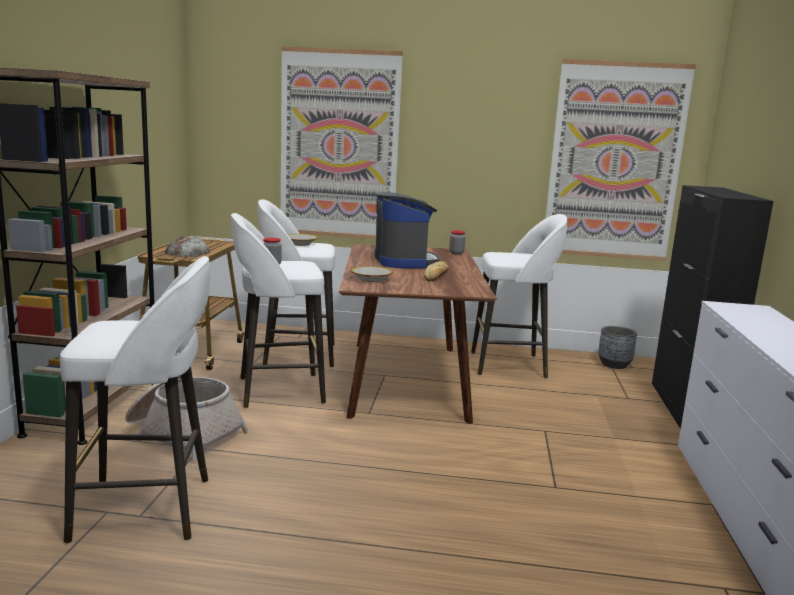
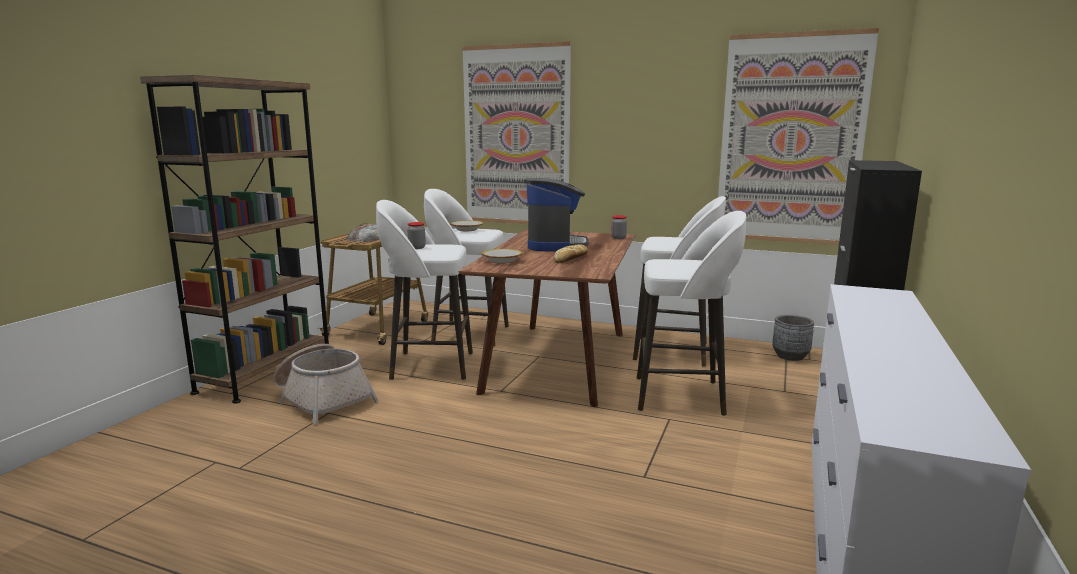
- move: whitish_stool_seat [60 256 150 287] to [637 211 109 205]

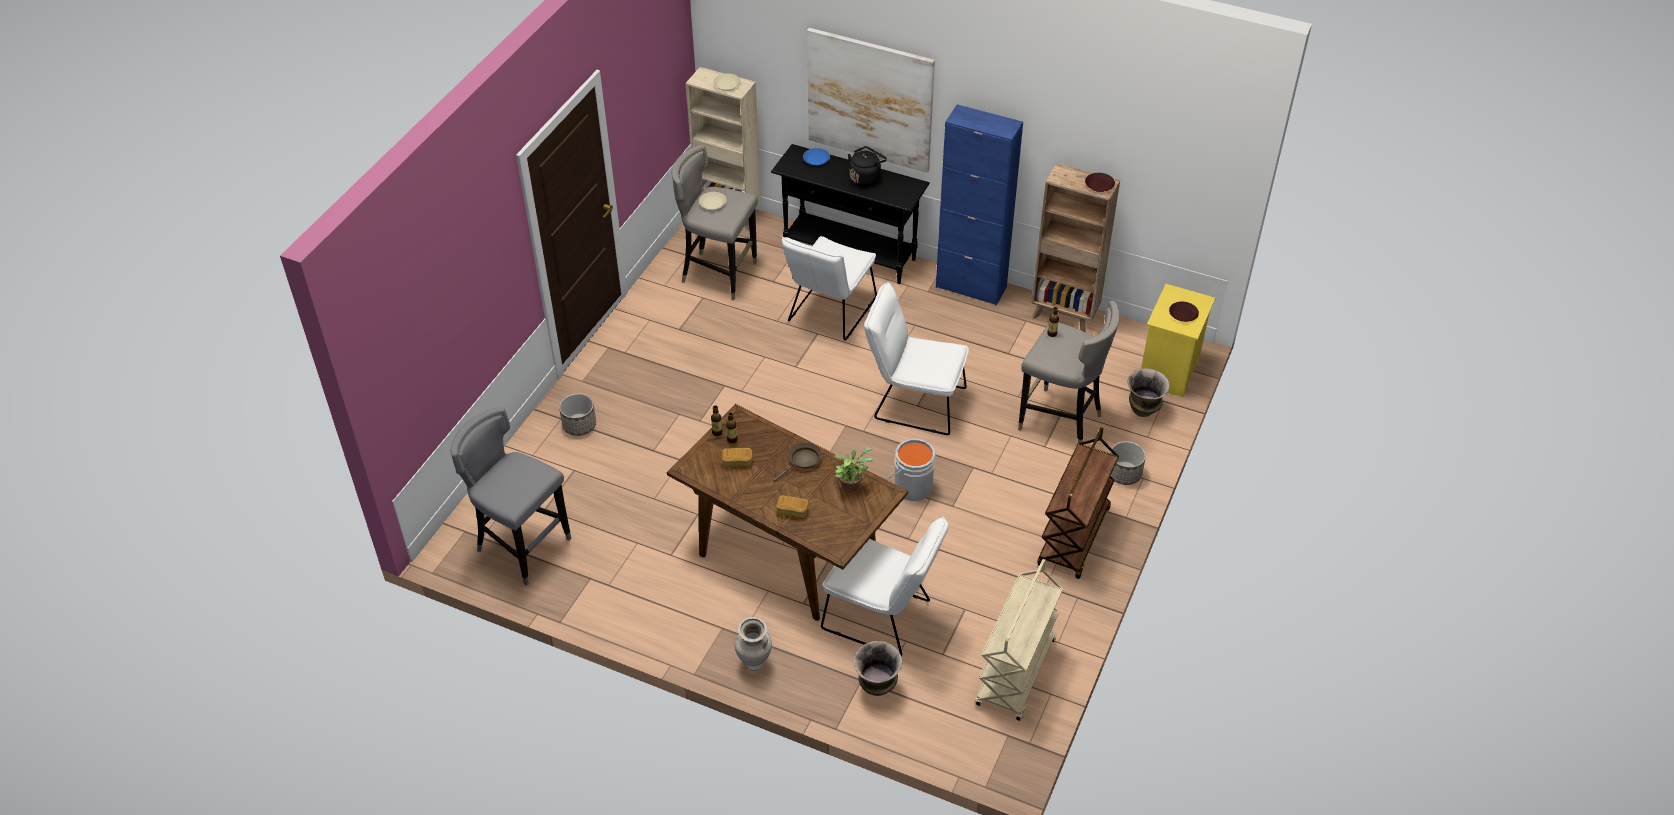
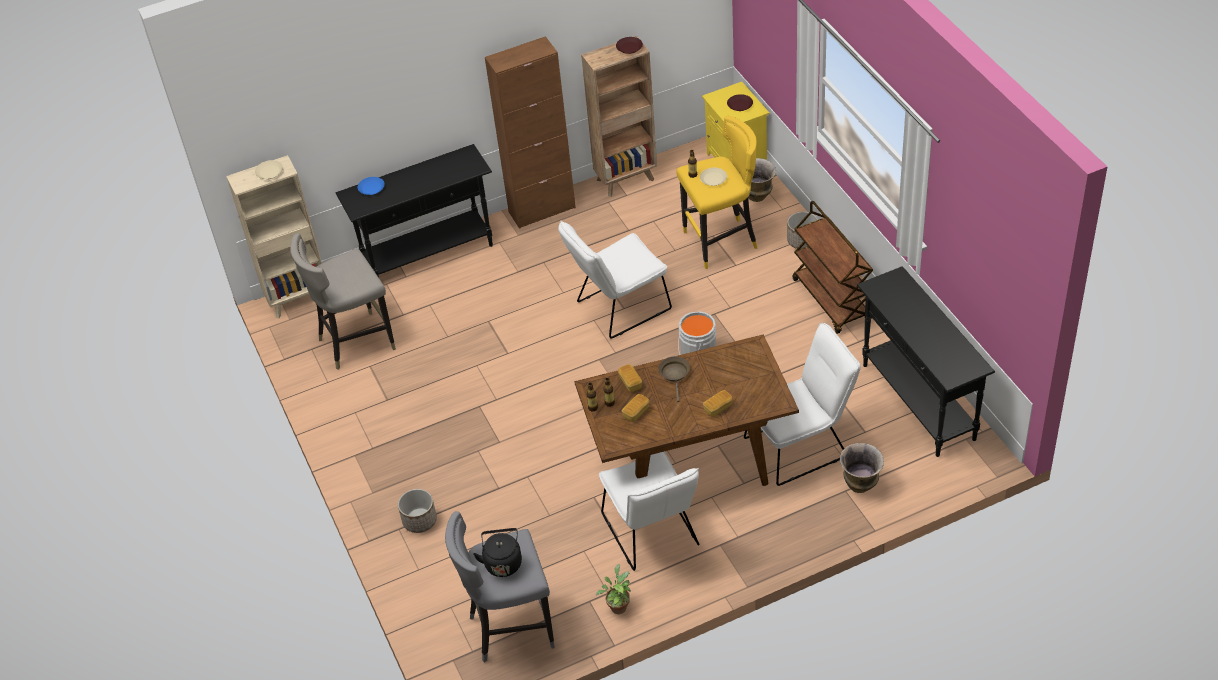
- move: beige-coloured_dinner_plate [699 192 28 18] to [700 168 27 18]
- delete: beige-coloured_vase [735 617 37 54]
- move: whitish_chair [781 236 96 105] to [599 452 101 119]
- delete: wall_art [807 28 128 145]
- move: plant_in_a_pot [834 447 39 46] to [596 564 35 50]
- move: black-coloured_tea_kettle [848 146 39 41] to [473 528 49 49]
- recolor: blue_cabinet [936 104 87 202] to brown_cabinet [485 36 91 193]
- replace: beige-coloured_cart [976 559 87 162] to black-coloured_console_table [857 266 138 191]
- recolor: greyish_stool_seat [1018 300 102 143] to yellow_stool_seat [676 115 81 154]
- insert: bread [618 364 24 28]

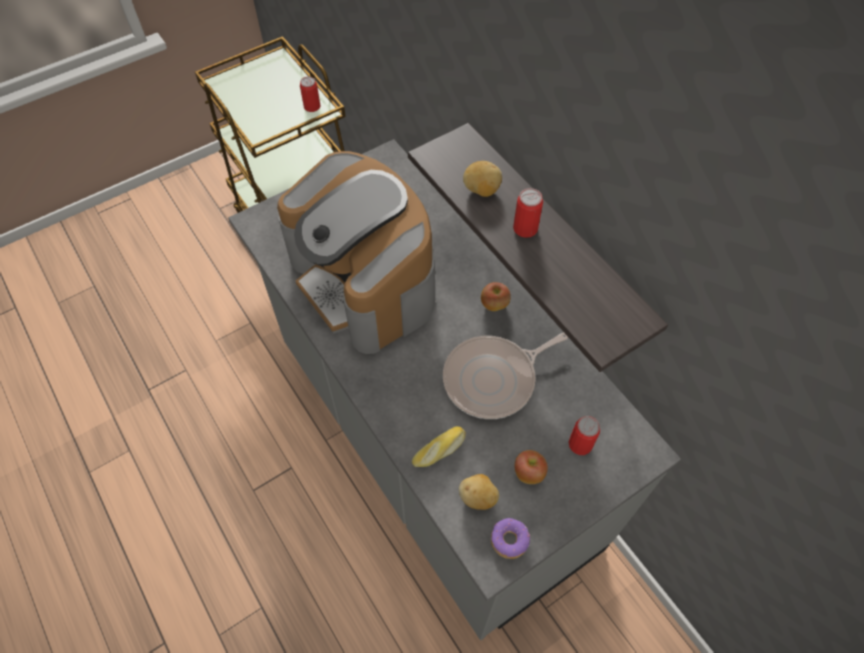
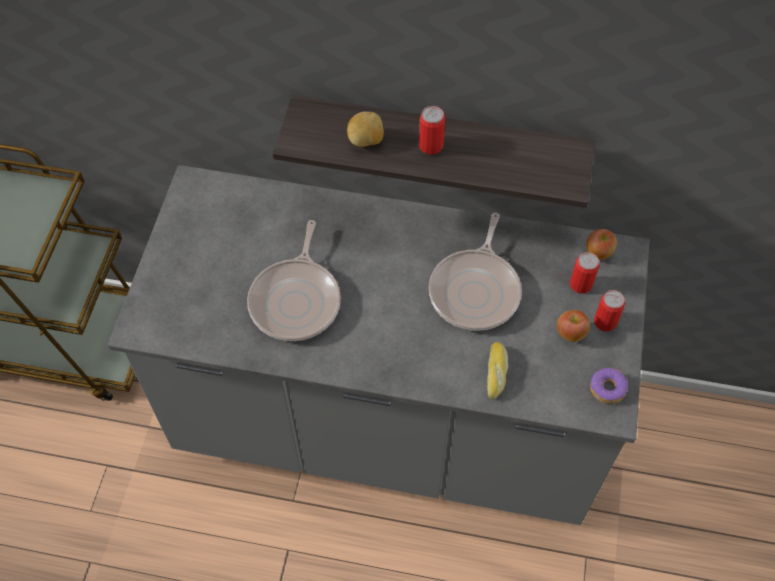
- replace: coffee_brewer [277 151 158 203] to pan [247 220 94 121]
- move: metal_can [300 76 20 36] to [594 290 31 41]
- delete: whole_potato [459 474 40 36]
- move: whole_apple [481 282 30 29] to [586 229 31 31]

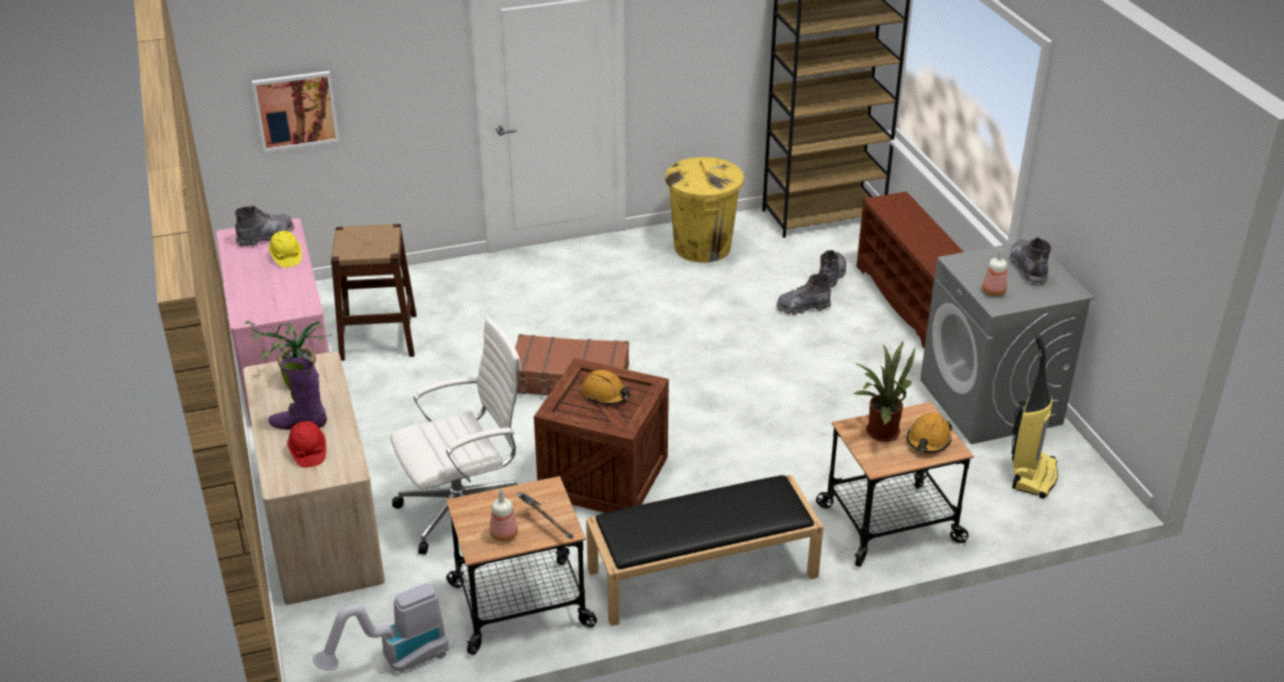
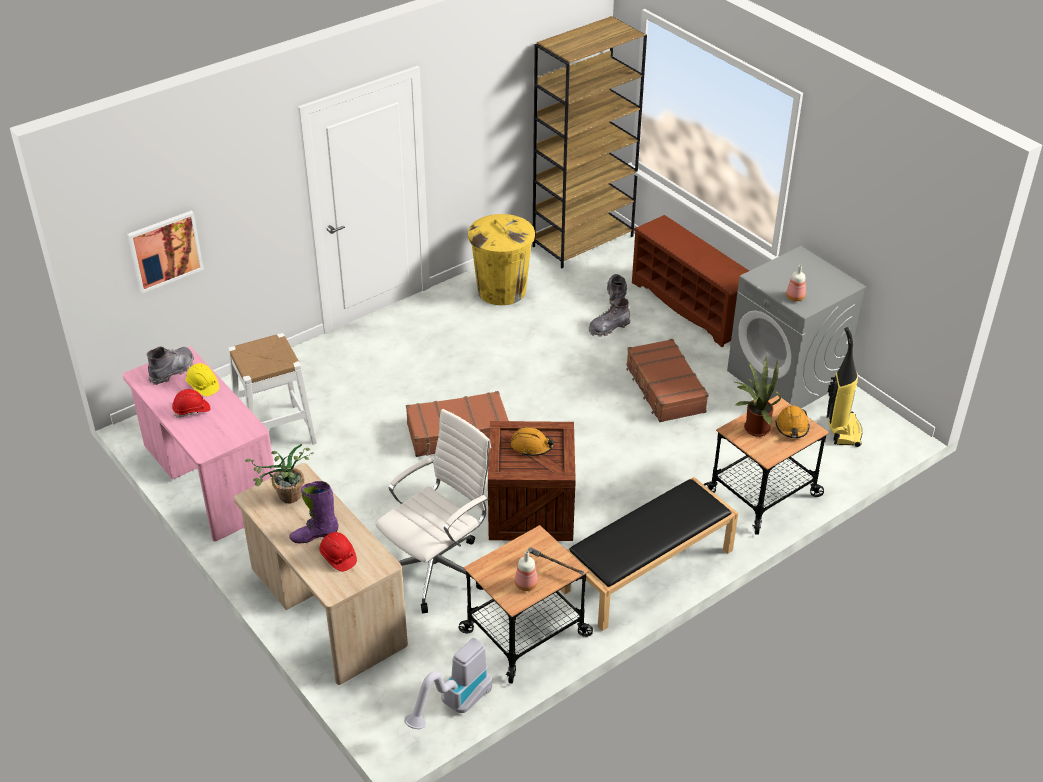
- recolor: brown_stool_seat [331 224 86 137] to whitish_stool_seat [228 333 89 112]
- delete: greyish_high-top_boot [1010 237 41 48]
- insert: reddish_work_helmet [172 389 38 29]
- insert: brown_piece_of_luggage [626 339 83 83]

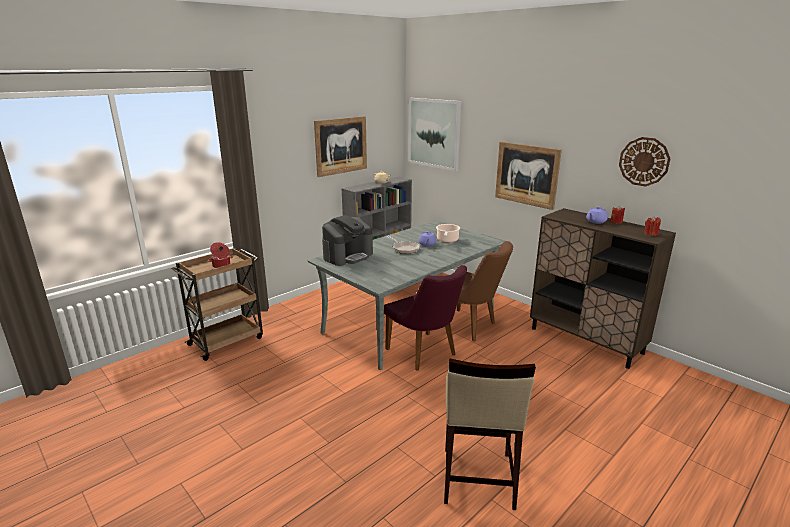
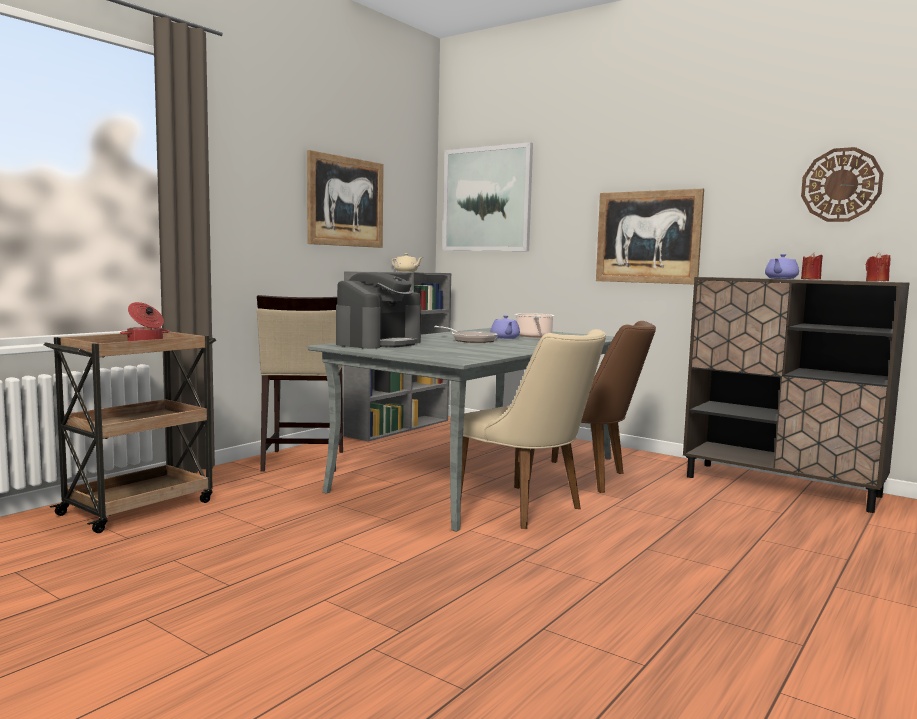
- recolor: purple_chair [384 265 83 106] to beige-coloured_chair [461 329 145 200]
- move: beige-coloured_stool_seat [444 358 92 152] to [257 295 86 177]

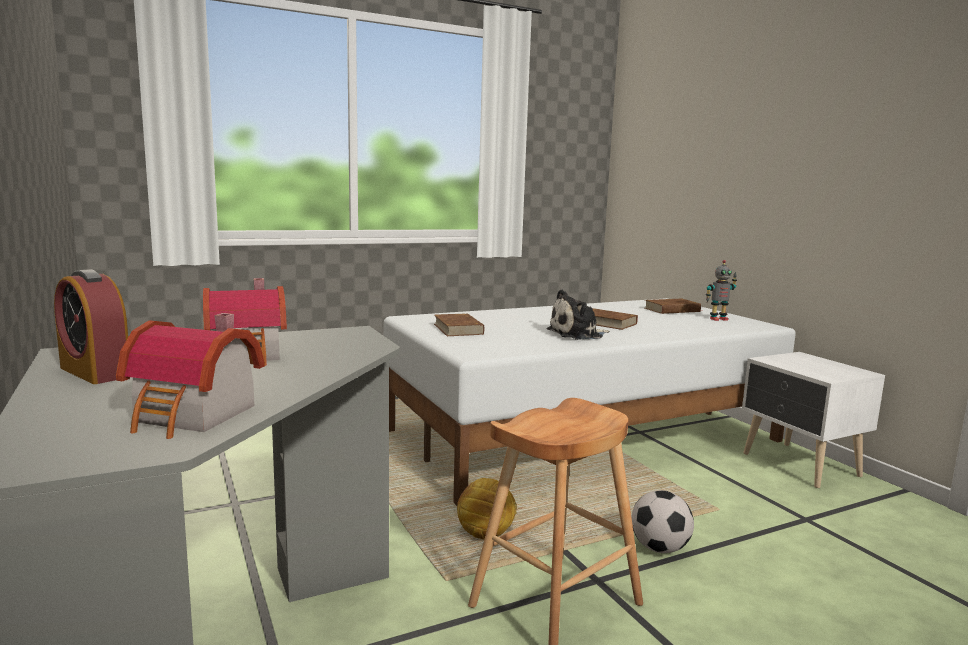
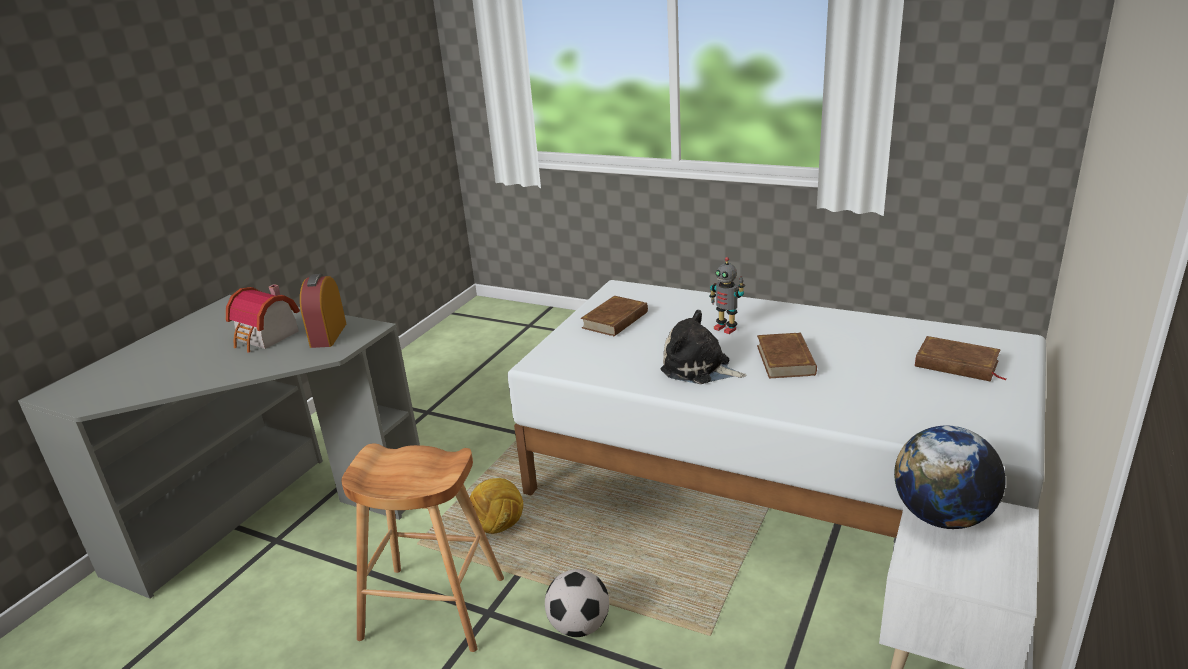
- move: table_clock [54 269 74 115] to [300 274 46 74]
- delete: model_house [116 313 149 126]
- move: robot_figure [706 260 31 61] to [709 257 36 77]
- insert: desk_globe [894 425 112 104]

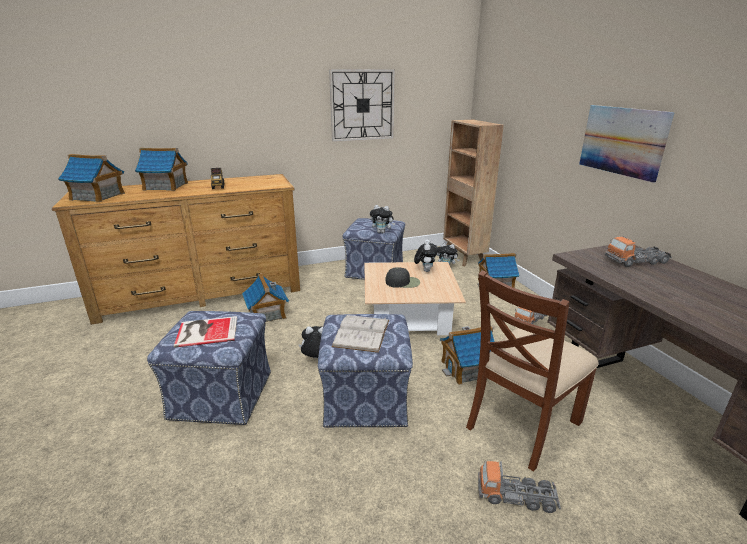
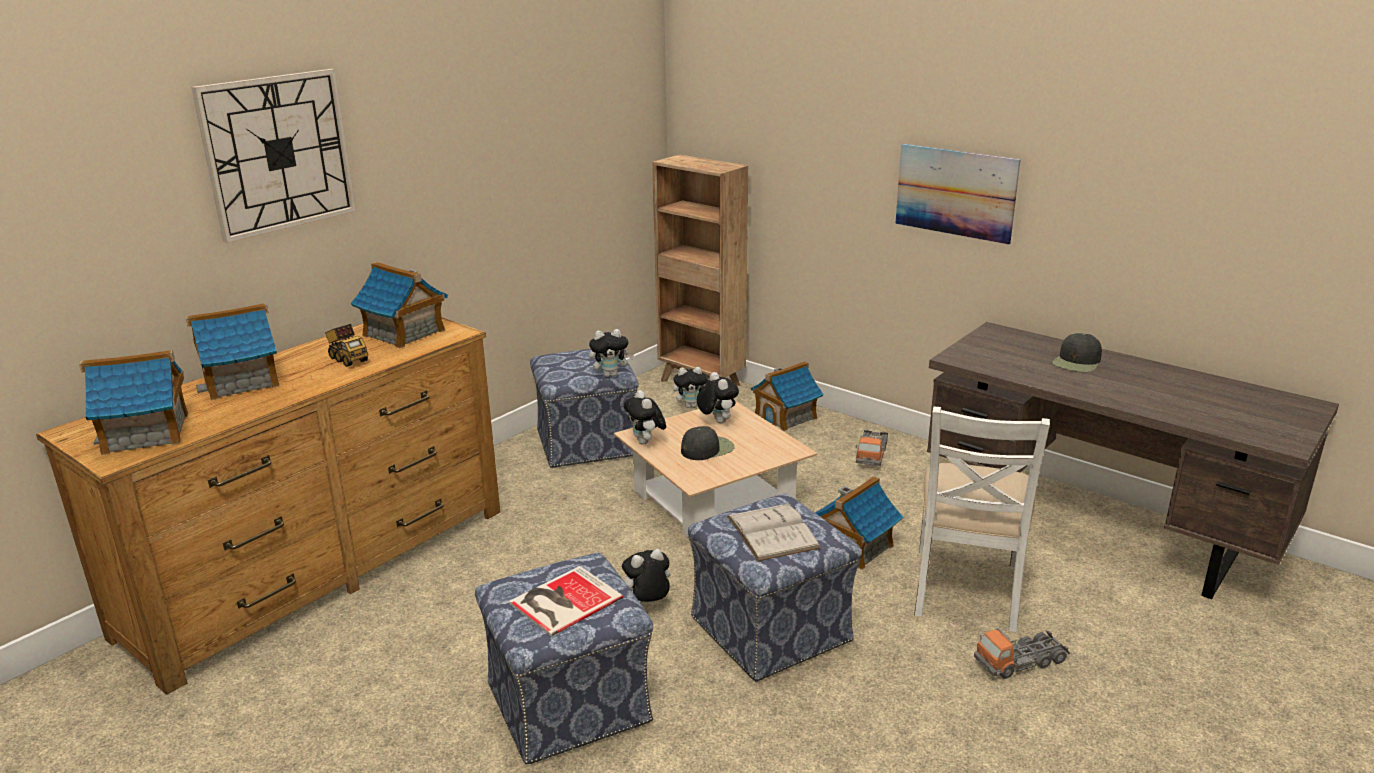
- move: model_house [242 273 47 49] to [351 262 97 86]
- move: hanging_clock [329 69 66 73] to [191 69 165 174]
- recolor: brown_chair [466 270 132 202] to whitish_chair [914 406 136 226]
- delete: toy_truck [605 236 67 31]
- insert: plush_toy [624 390 42 55]
- insert: black-coloured_peaked_cap [1052 333 50 39]

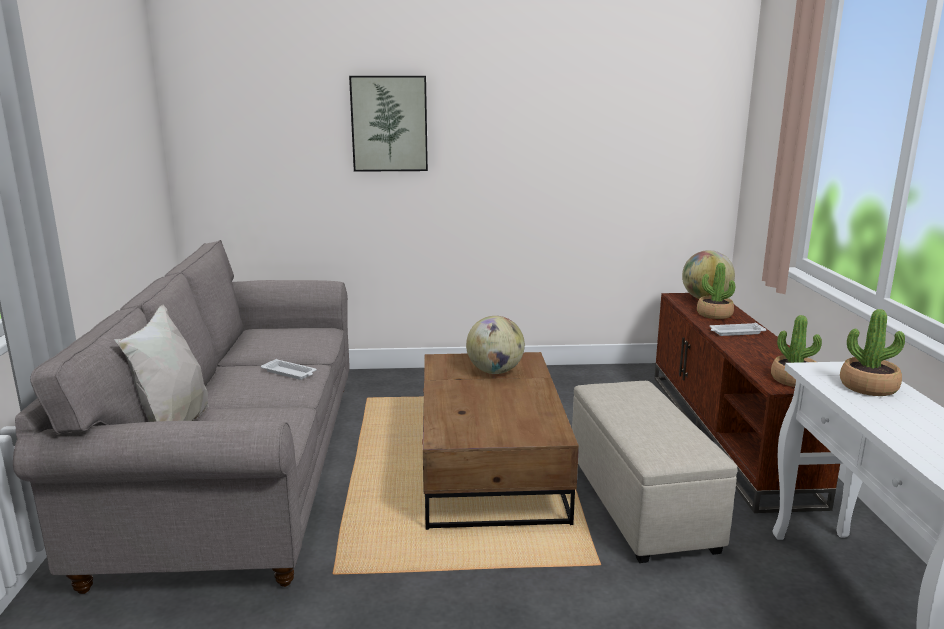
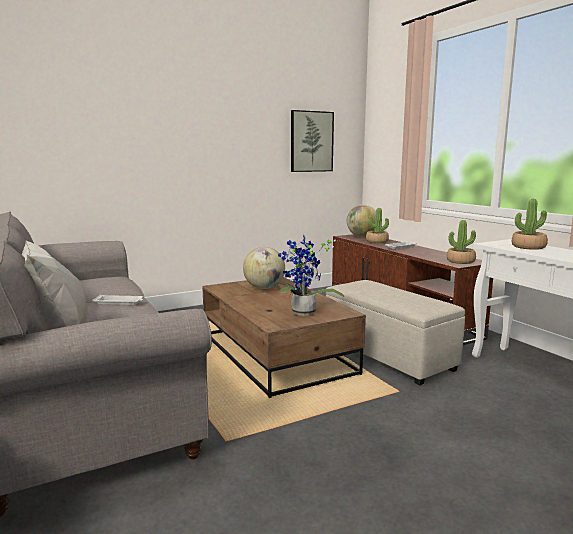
- move: wall_art [349 76 79 96] to [291 110 43 62]
- insert: plant_in_a_pot [277 235 67 81]

